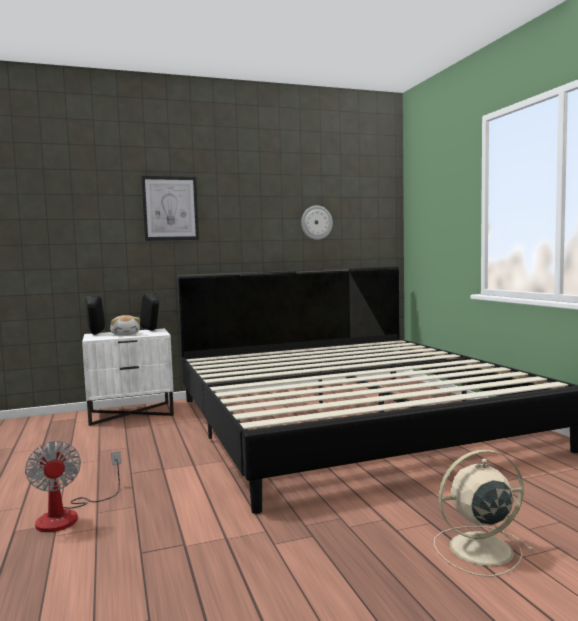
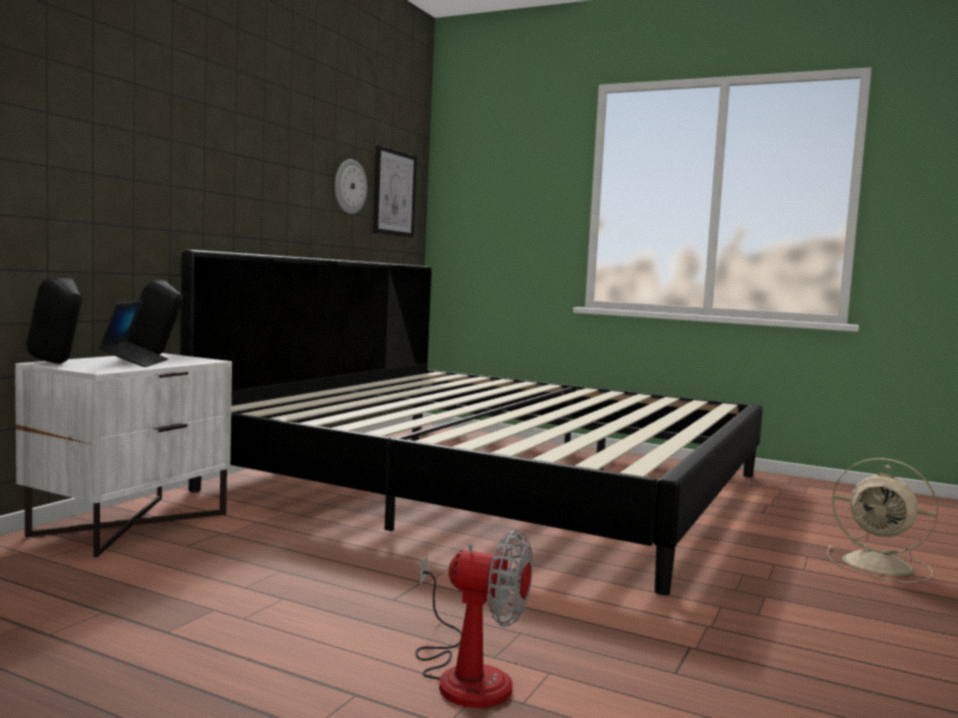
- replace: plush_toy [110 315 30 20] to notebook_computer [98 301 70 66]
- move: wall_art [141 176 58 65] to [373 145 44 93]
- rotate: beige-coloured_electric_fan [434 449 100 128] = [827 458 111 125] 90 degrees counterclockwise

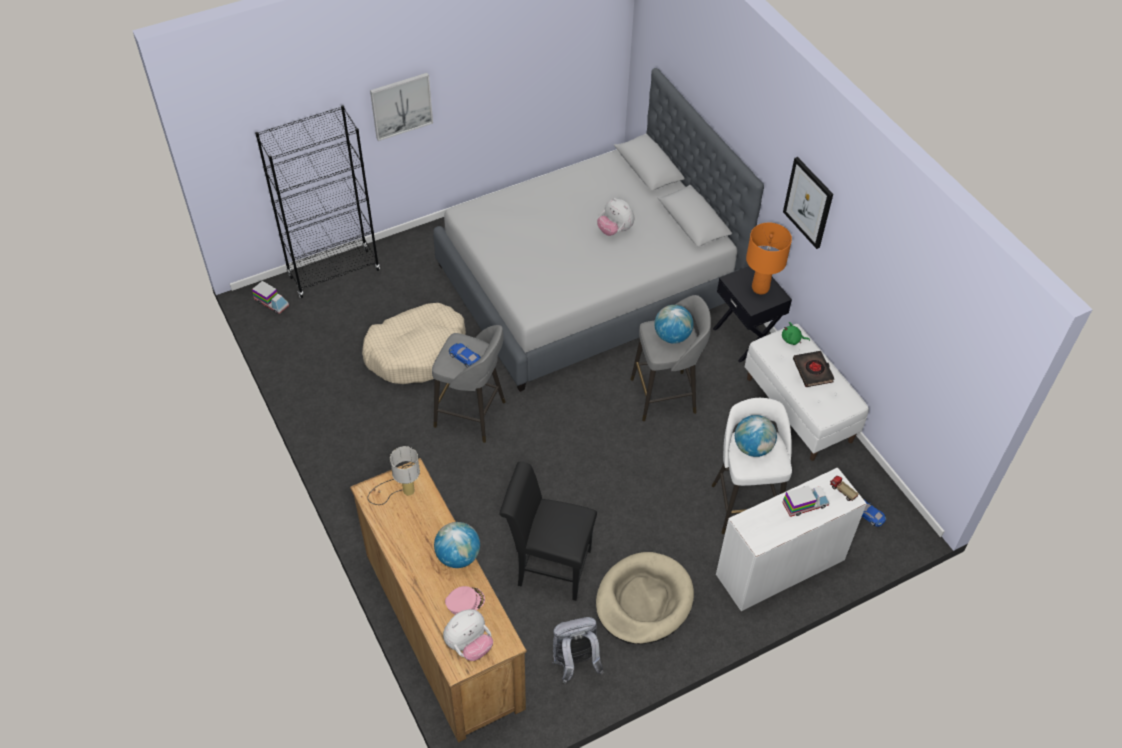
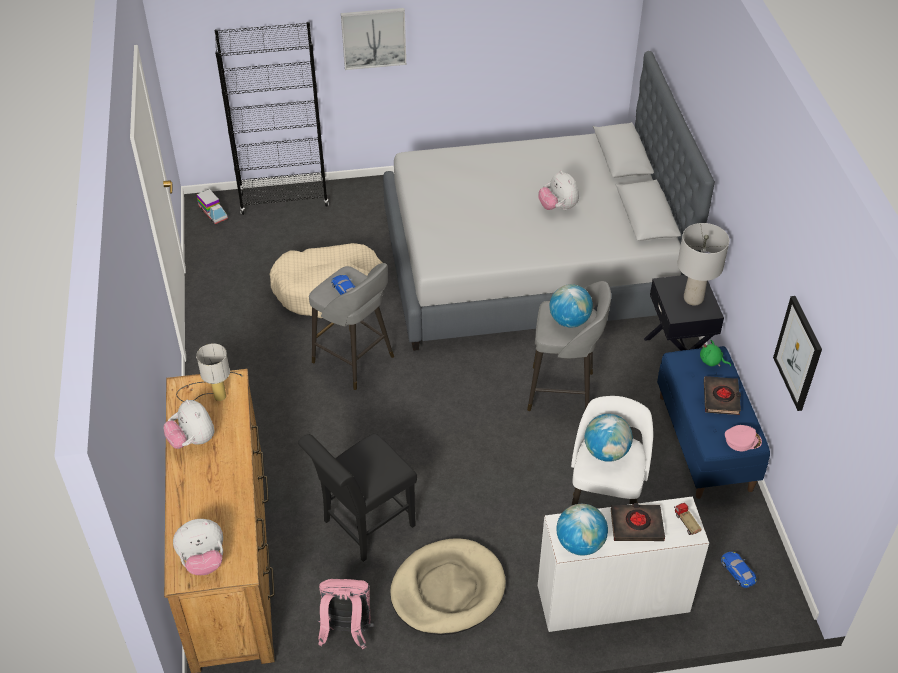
- move: desk_globe [434 522 46 46] to [557 504 51 52]
- move: pink_peaked_cap [445 586 40 29] to [725 425 37 26]
- rotate: black-coloured_chair [499 461 98 140] = [298 433 119 129] 75 degrees counterclockwise
- recolor: greyish_knapsack [552 617 52 67] to pink_knapsack [318 579 56 70]
- recolor: whitish_long_seat [745 324 124 137] to blue_long_seat [657 346 113 153]
- recolor: orange-coloured_lamp_for_a_table [746 223 46 71] to greyish_lamp_for_a_table [678 223 52 83]
- replace: toy_truck [782 485 47 32] to black-coloured_volume [611 503 54 38]
- move: wall_art [783 157 50 92] to [773 296 49 115]
- insert: plush_toy [164 400 50 49]

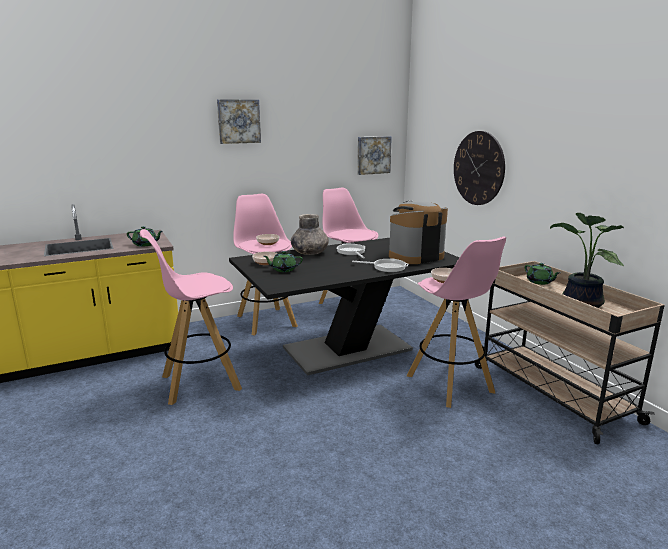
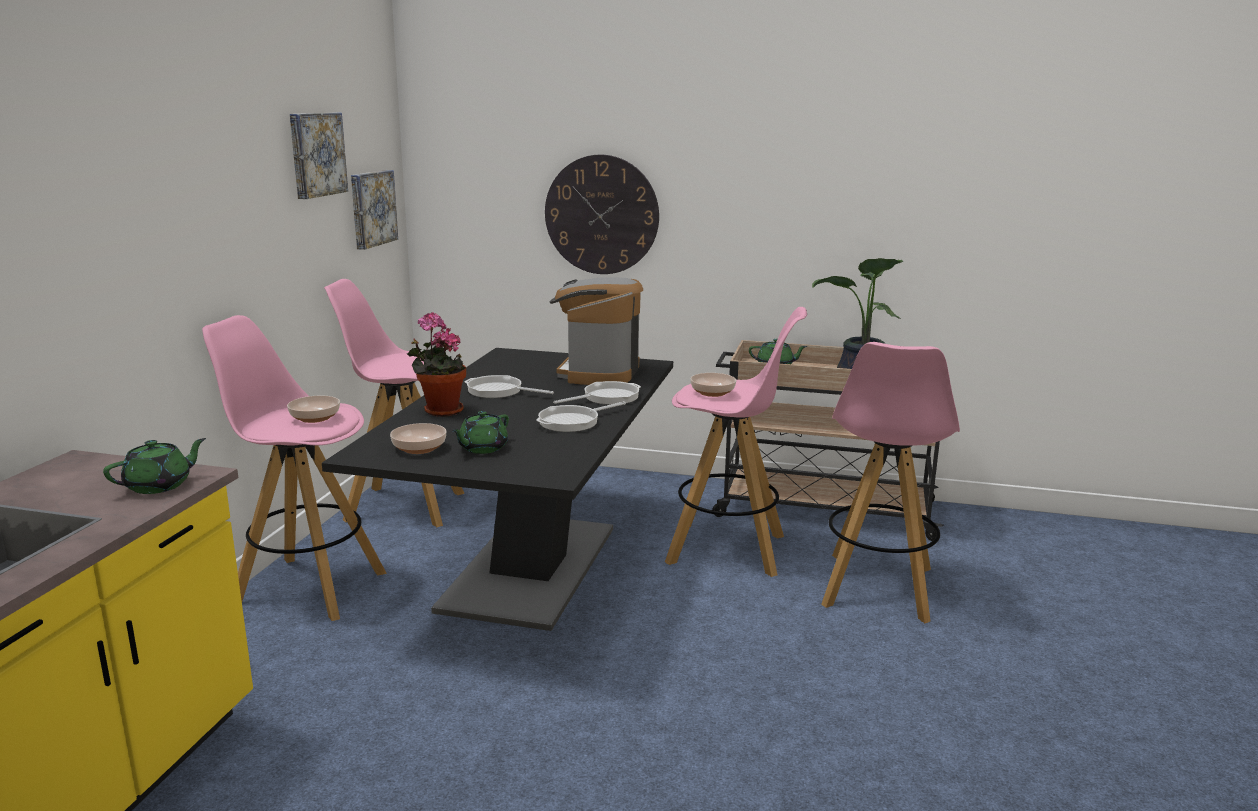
- move: pink_stool_seat [140 229 102 176] to [821 342 139 281]
- move: wall_art [217 99 44 45] to [290 113 58 86]
- replace: greyish_vase [291 214 38 41] to plant_in_a_pot [407 312 59 105]
- insert: pan [536 401 90 31]

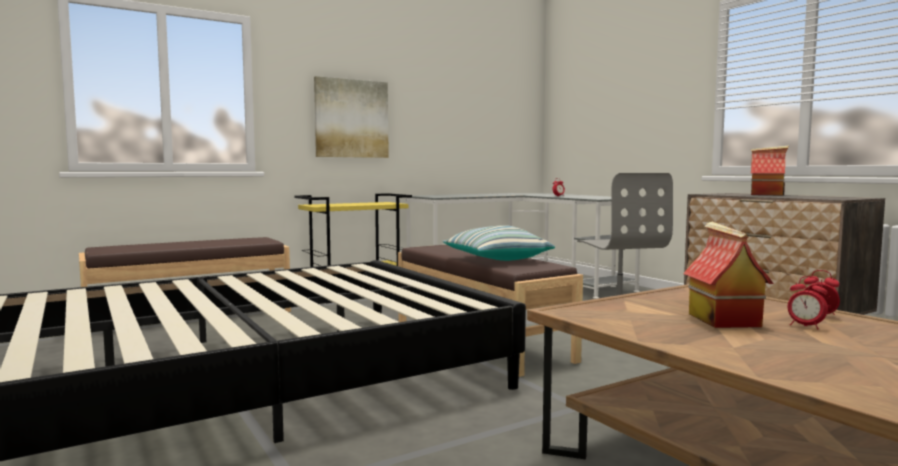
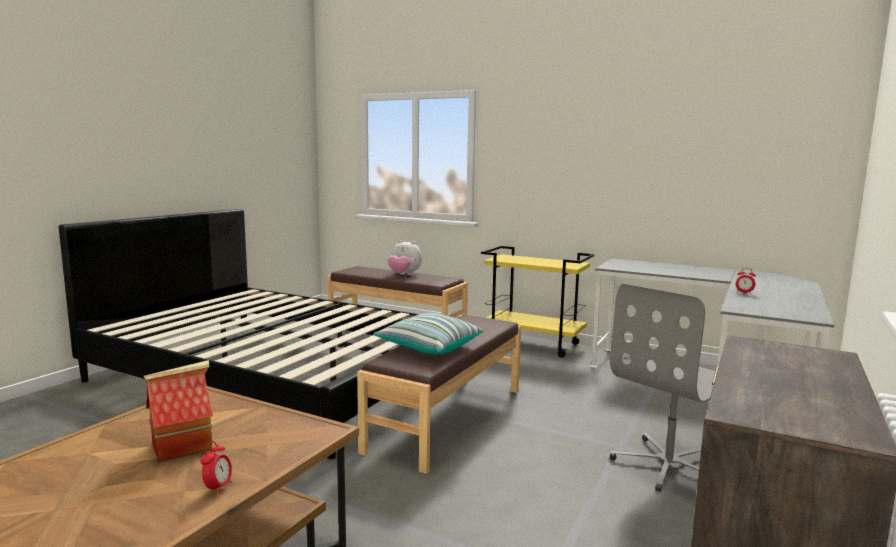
- delete: wall_art [314 76 75 82]
- delete: model_house [751 146 38 50]
- delete: table_clock [788 276 40 53]
- insert: plush_toy [388 240 34 35]

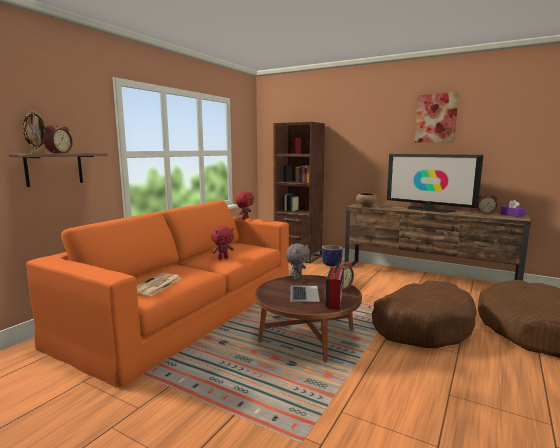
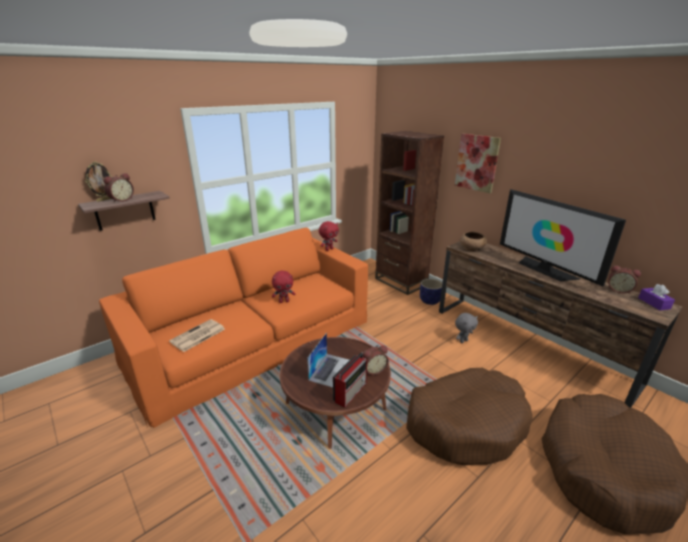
- move: greyish_plush_toy [286 243 24 37] to [455 313 23 30]
- move: wall_art [415 92 44 50] to [455 134 46 59]

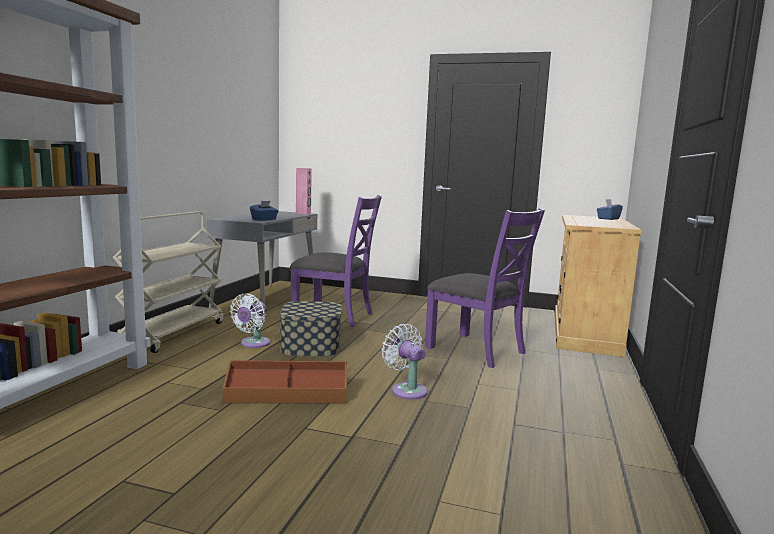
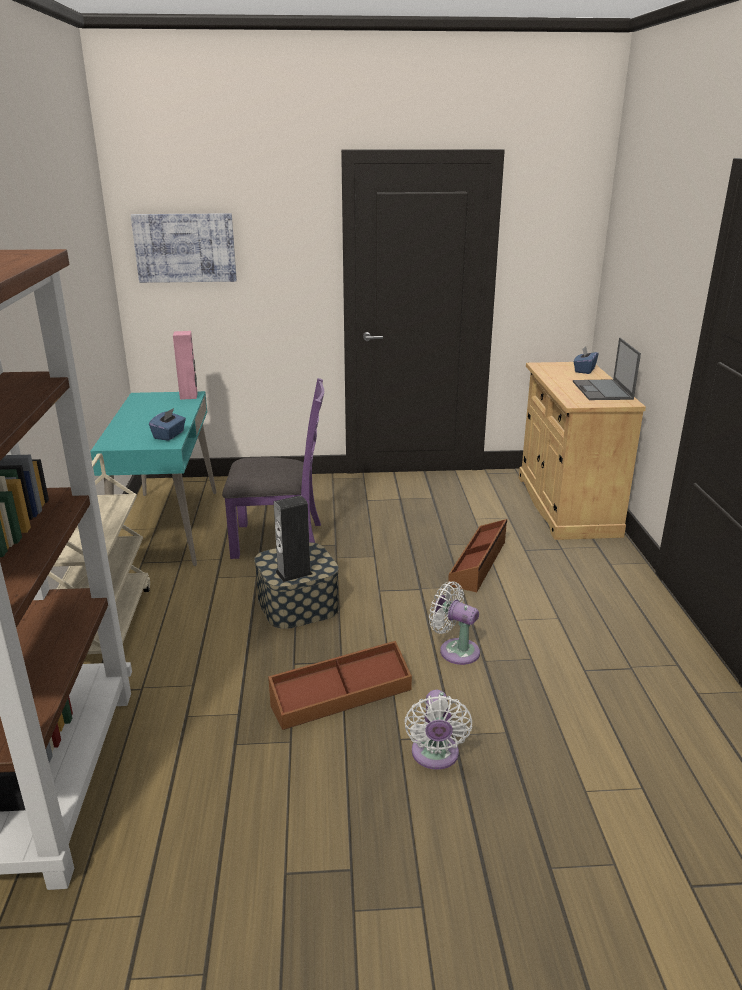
- recolor: greyish_desk_table [207 211 110 107] to turquoise_desk_table [90 391 126 175]
- move: whitish_electric_fan [230 294 40 54] to [404 690 68 80]
- replace: purple_chair [425 208 120 160] to brown_storage_bin [448 519 59 73]
- insert: wall_art [131 213 106 70]
- insert: loudspeaker [274 495 38 87]
- insert: notebook_computer [573 338 68 62]

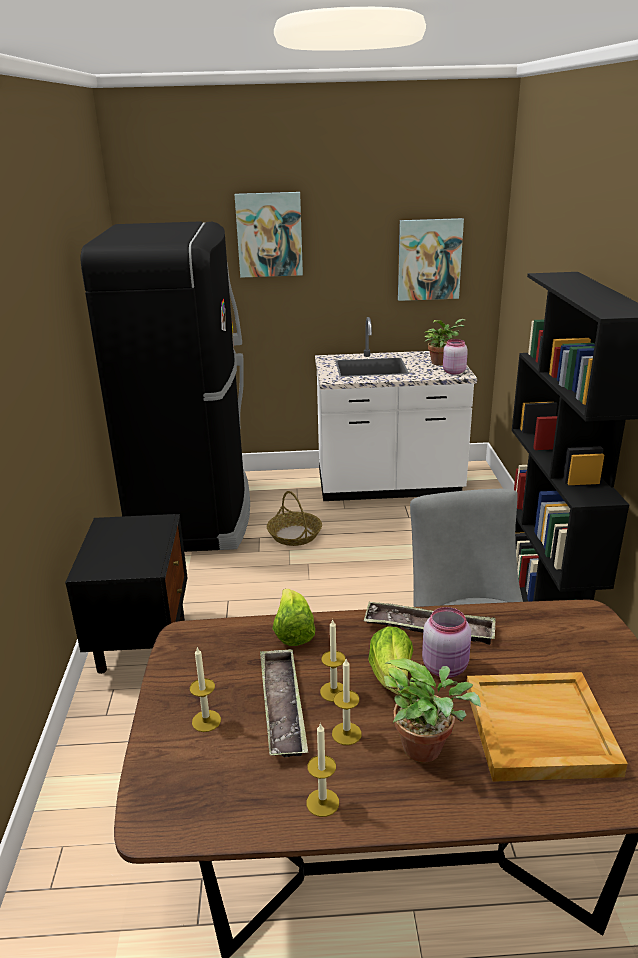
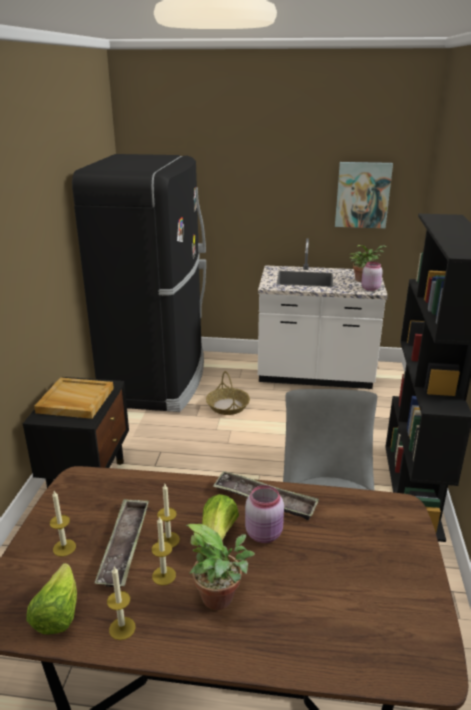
- delete: wall_art [234 192 69 86]
- move: head_of_lettuce [272 589 43 57] to [26 563 51 72]
- move: beige-coloured_carrying_tray [467 672 161 110] to [34 377 80 42]

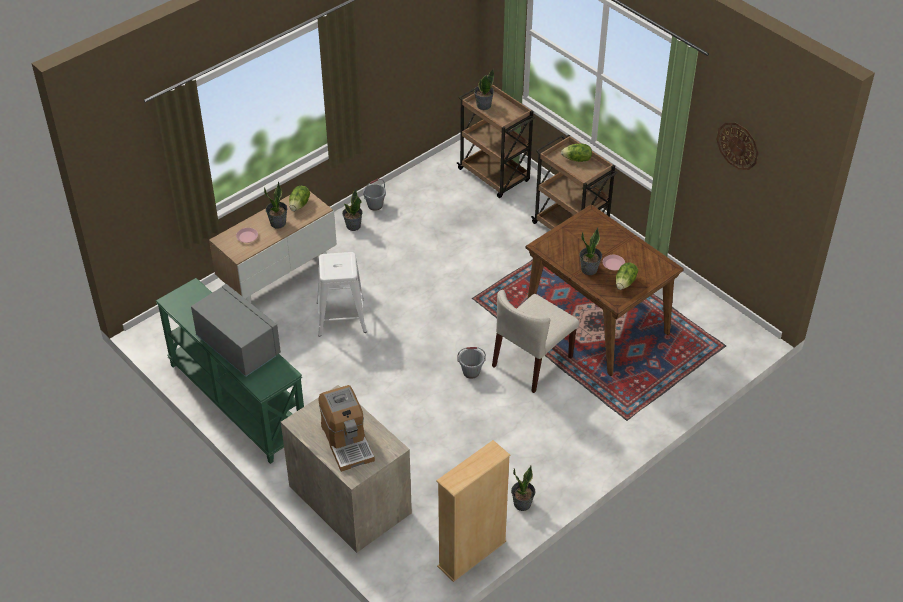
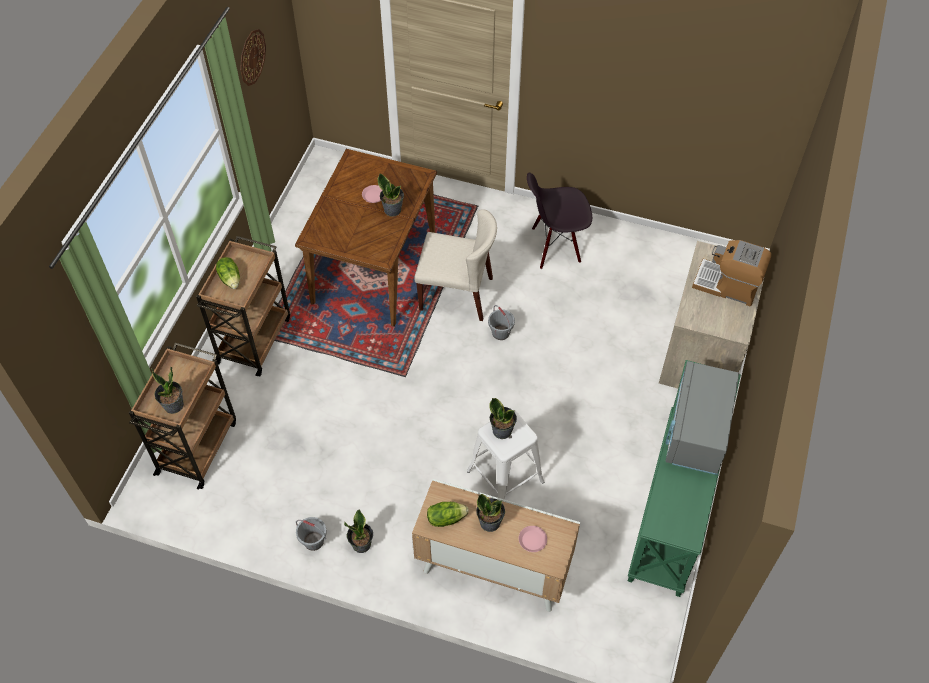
- rotate: coffee_brewer [318 385 57 87] = [692 240 79 67] 105 degrees counterclockwise
- delete: beige-coloured_shelving_unit [436 440 75 142]
- move: plant_in_a_pot [511 465 25 46] to [489 398 28 41]
- delete: head_of_lettuce [616 263 22 27]
- insert: black-coloured_chair [527 173 65 96]

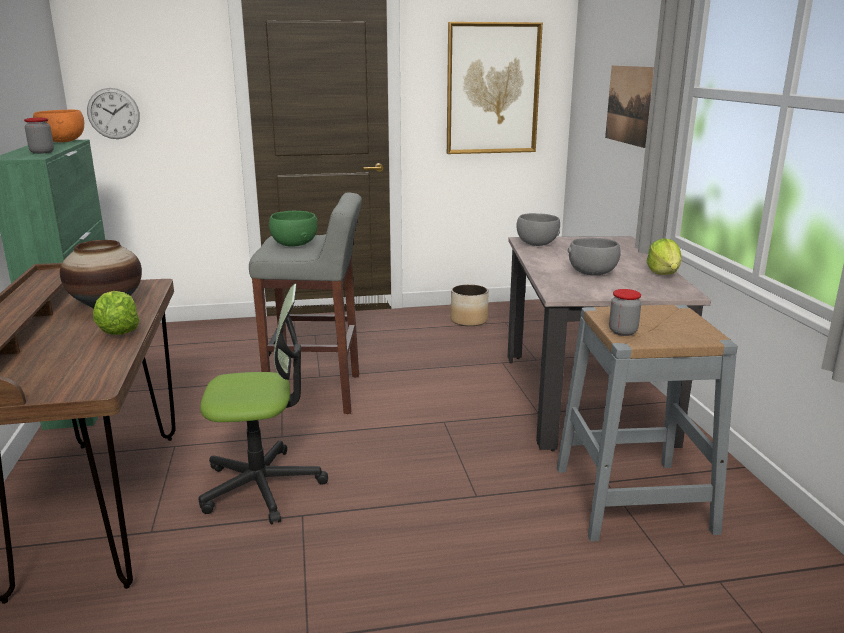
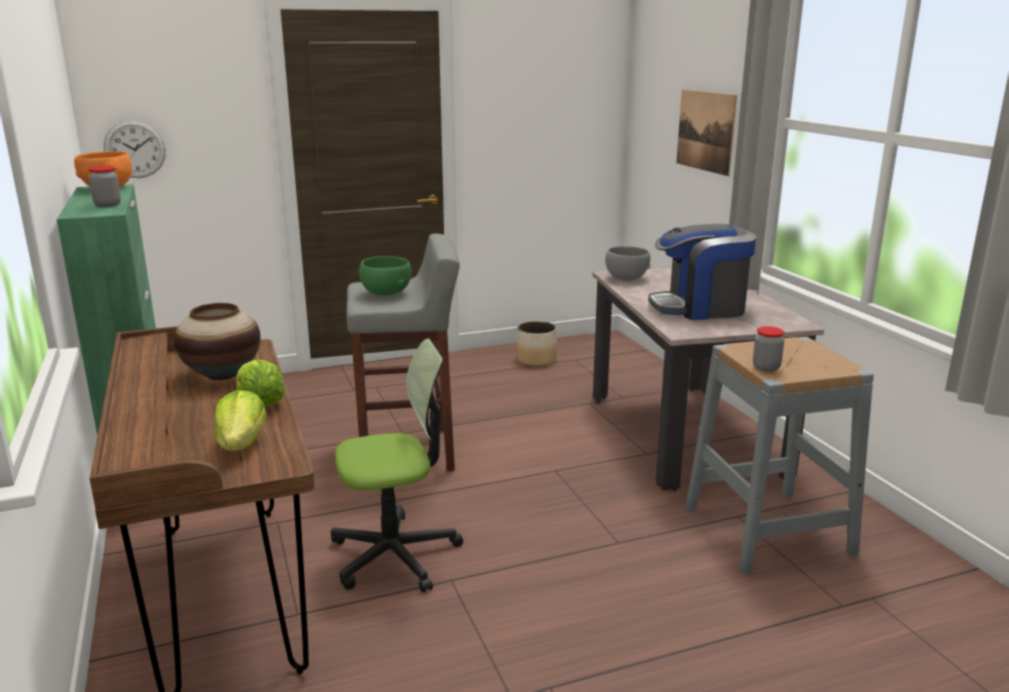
- delete: wall_art [447 22 96 132]
- replace: greyish_deep_dish [568 238 53 37] to coffee_brewer [648 224 108 96]
- move: head_of_lettuce [647 238 34 37] to [214 390 52 61]

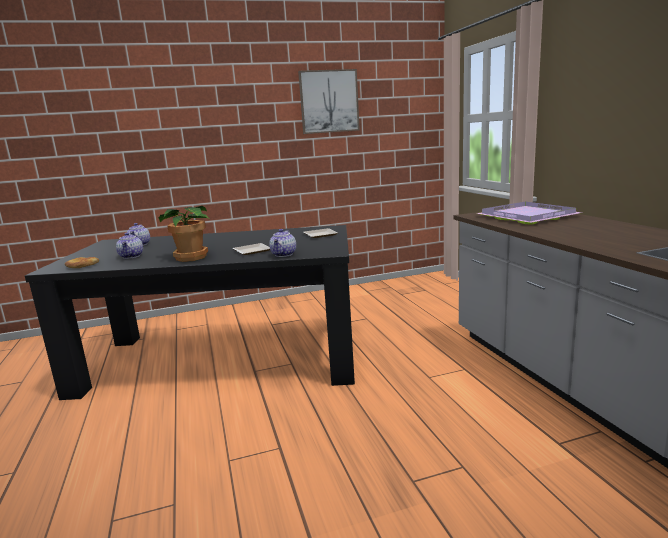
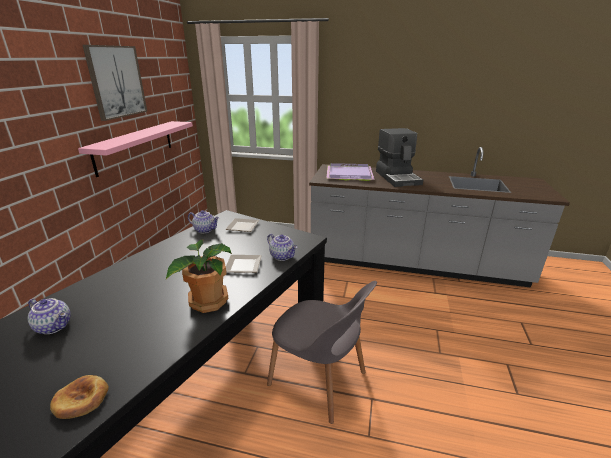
- move: tea_pot [116 233 27 26] to [188 210 31 23]
- insert: pink_bracket_shelf [78 121 115 56]
- insert: greyish_chair [267 281 110 143]
- insert: coffee_brewer [376 128 47 59]

